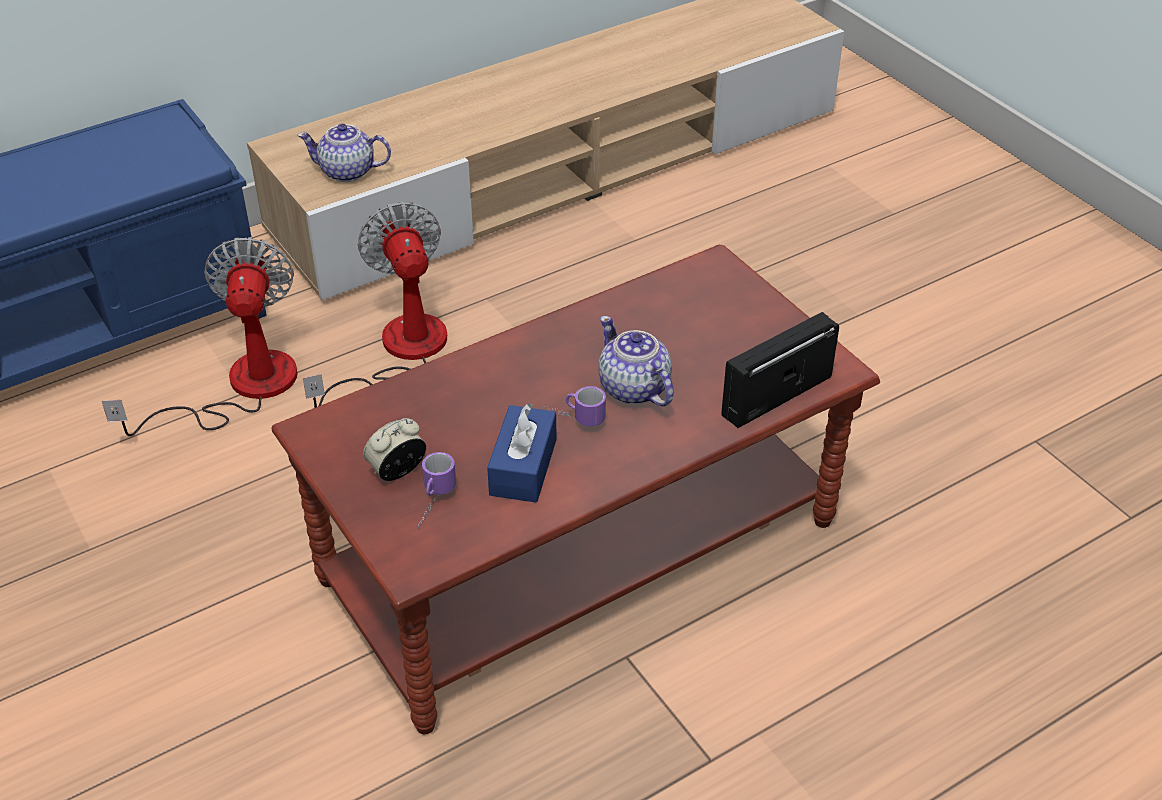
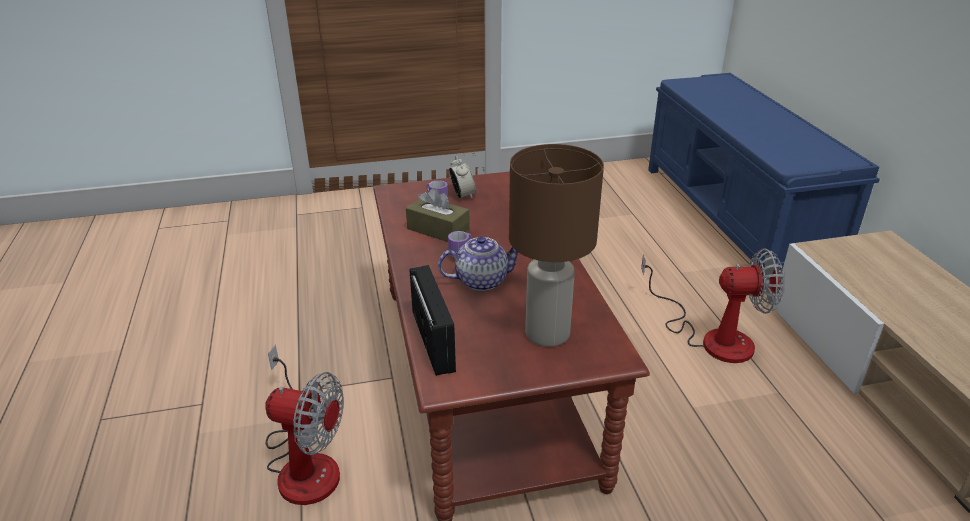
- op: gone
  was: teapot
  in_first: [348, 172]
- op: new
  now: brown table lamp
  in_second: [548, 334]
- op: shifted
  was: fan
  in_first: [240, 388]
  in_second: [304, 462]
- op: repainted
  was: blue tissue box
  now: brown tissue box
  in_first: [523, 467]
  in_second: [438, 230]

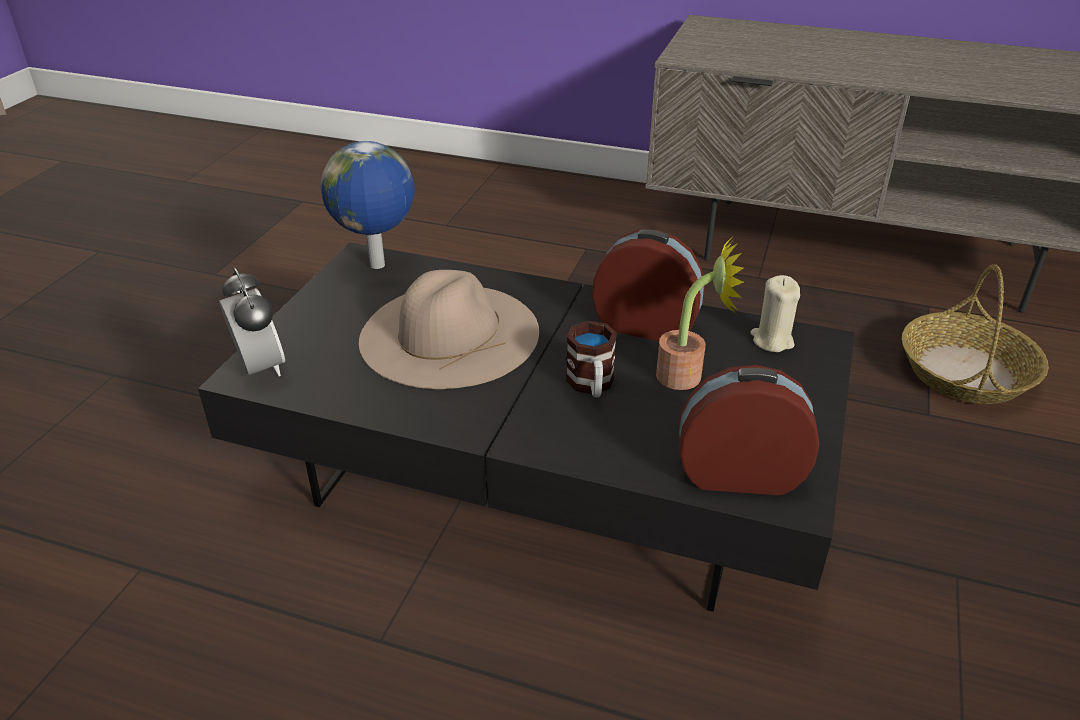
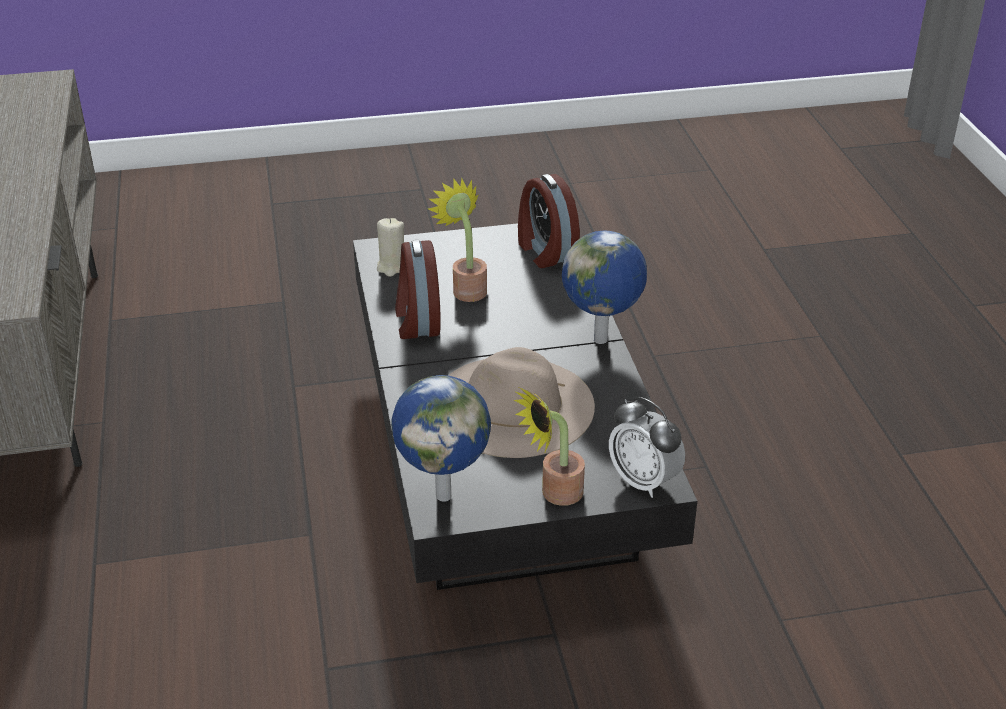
- op: gone
  was: mug
  in_first: [591, 386]
- op: gone
  was: basket
  in_first: [966, 373]
- op: new
  now: potted plant
  in_second: [554, 494]
- op: new
  now: globe
  in_second: [602, 340]
- op: rotated
  was: alarm clock
  in_first: [260, 367]
  in_second: [644, 481]
  clockwise: -75

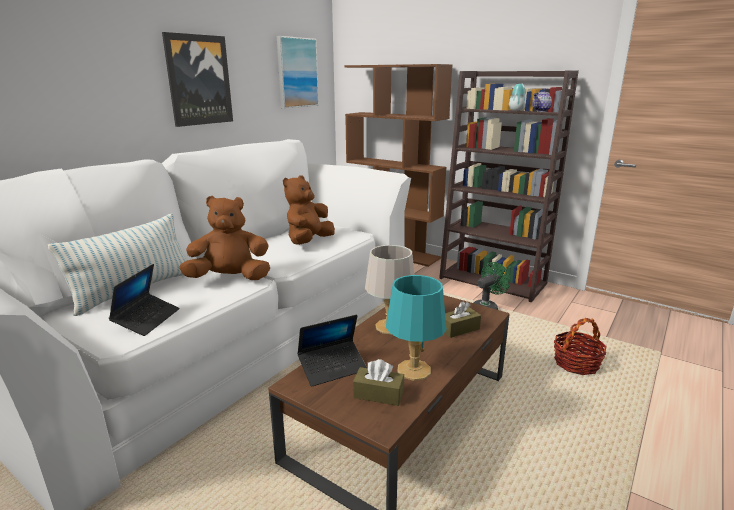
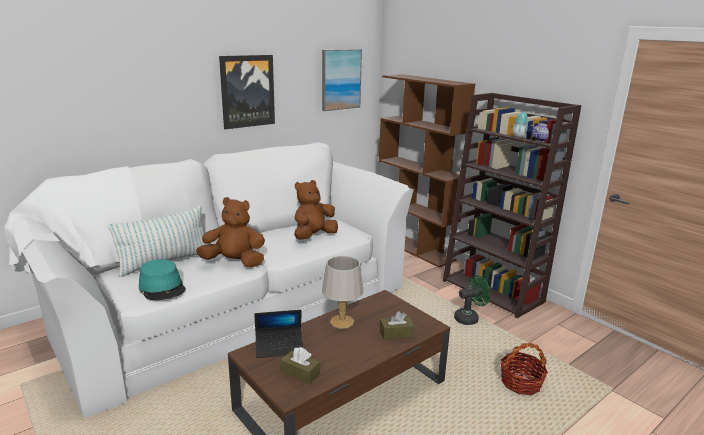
- op: gone
  was: turquoise table lamp
  in_first: [414, 369]
- op: swapped
  was: laptop
  now: turquoise hat
  in_first: [147, 319]
  in_second: [162, 288]

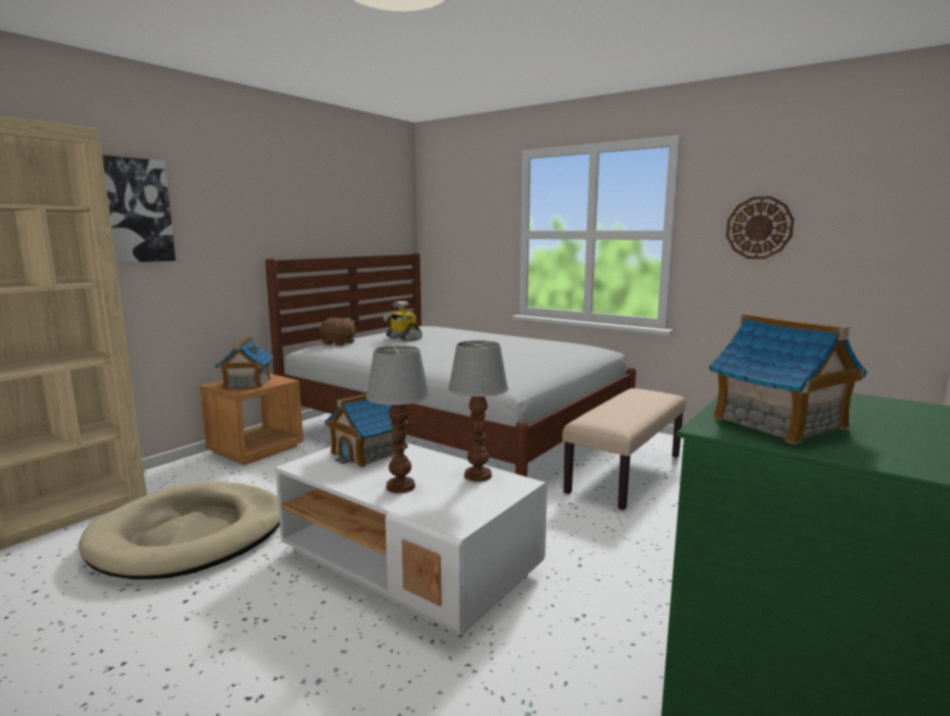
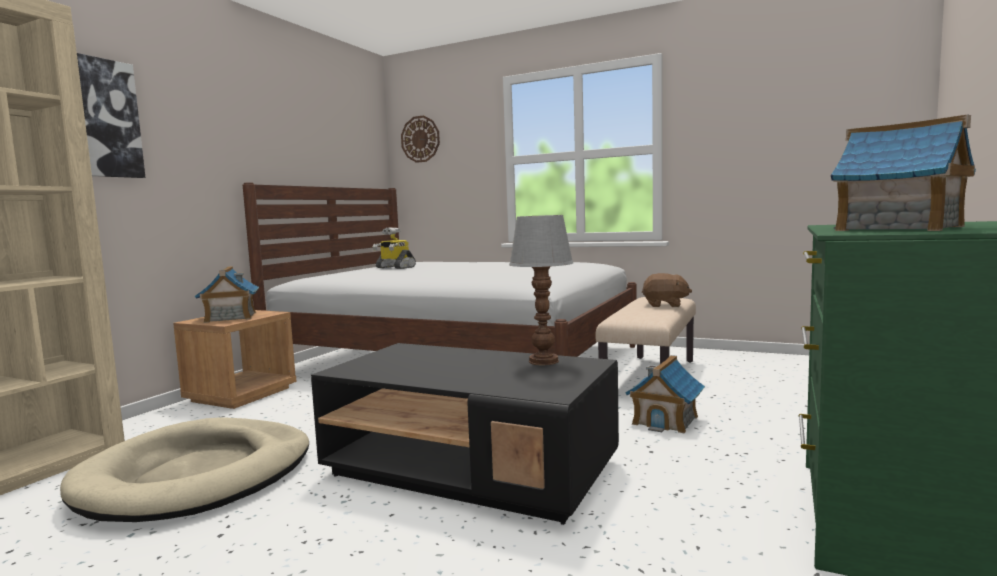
- op: gone
  was: table lamp
  in_first: [401, 487]
- op: shifted
  was: brown plush toy
  in_first: [338, 343]
  in_second: [665, 305]
- op: shifted
  was: toy house
  in_first: [367, 453]
  in_second: [665, 420]
- op: shifted
  was: wall clock
  in_first: [759, 228]
  in_second: [420, 139]
- op: repainted
  was: white coffee table
  now: black coffee table
  in_first: [409, 562]
  in_second: [471, 469]

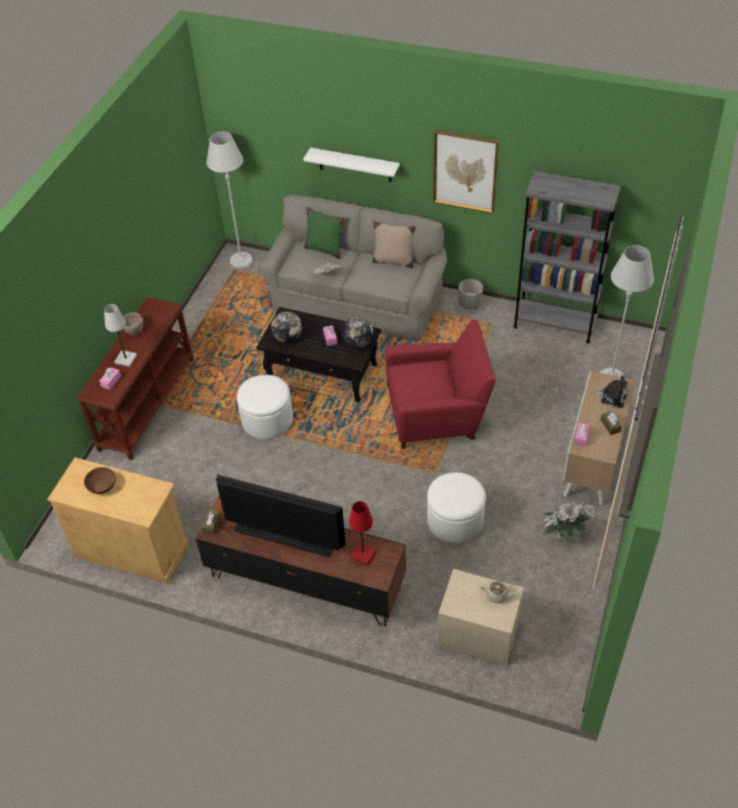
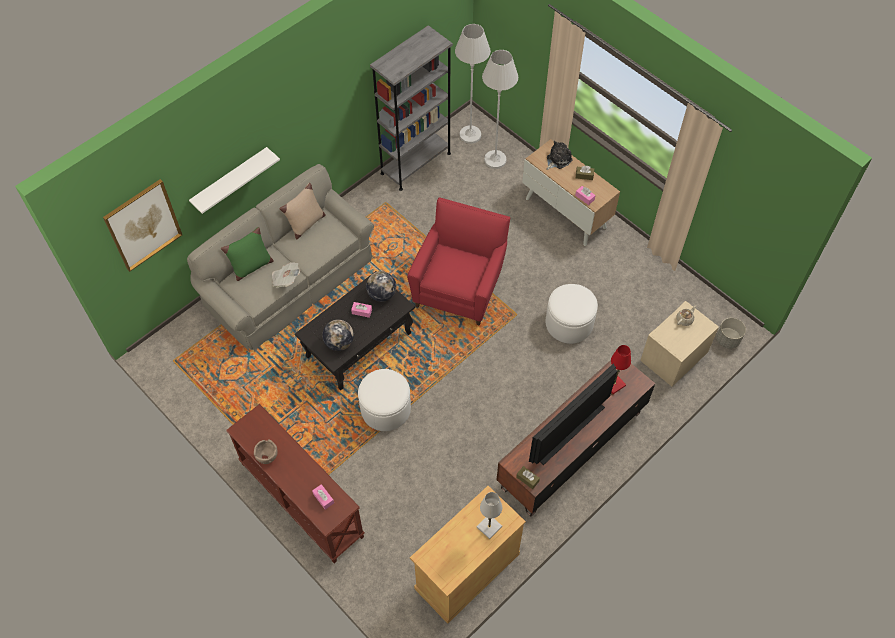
- op: gone
  was: brown bowl
  in_first: [102, 486]
- op: gone
  was: potted plant
  in_first: [564, 536]
- op: shifted
  was: white table lamp
  in_first: [126, 359]
  in_second: [489, 527]
- op: shifted
  was: white floor lamp
  in_first: [241, 261]
  in_second: [470, 135]
- op: shifted
  was: picture
  in_first: [465, 171]
  in_second: [143, 225]
- op: shifted
  was: grey planter
  in_first: [470, 303]
  in_second: [727, 339]

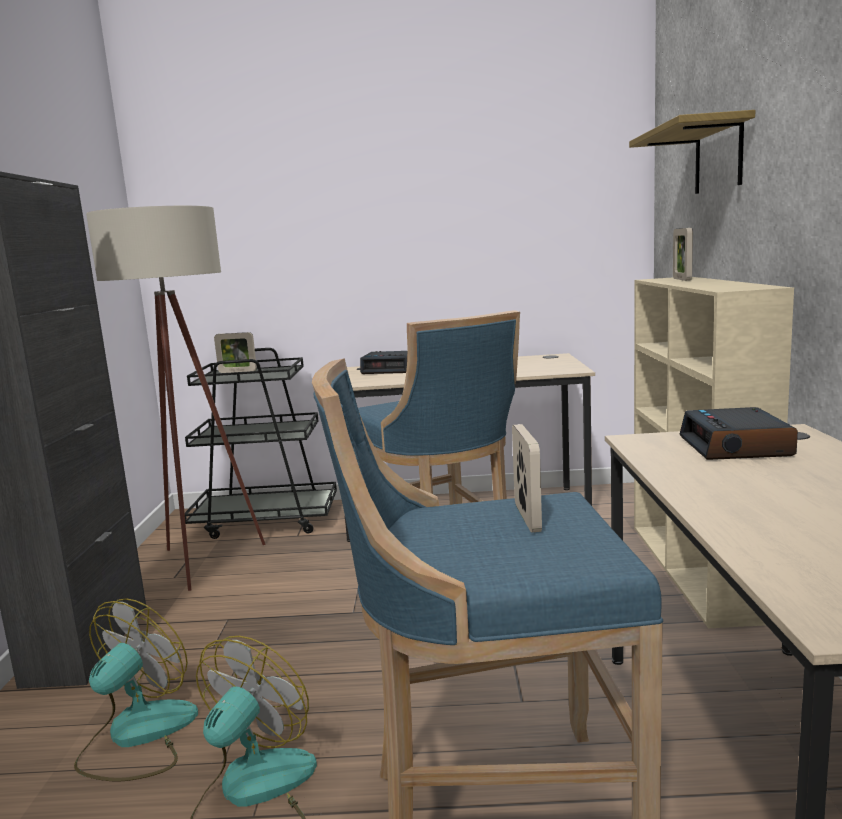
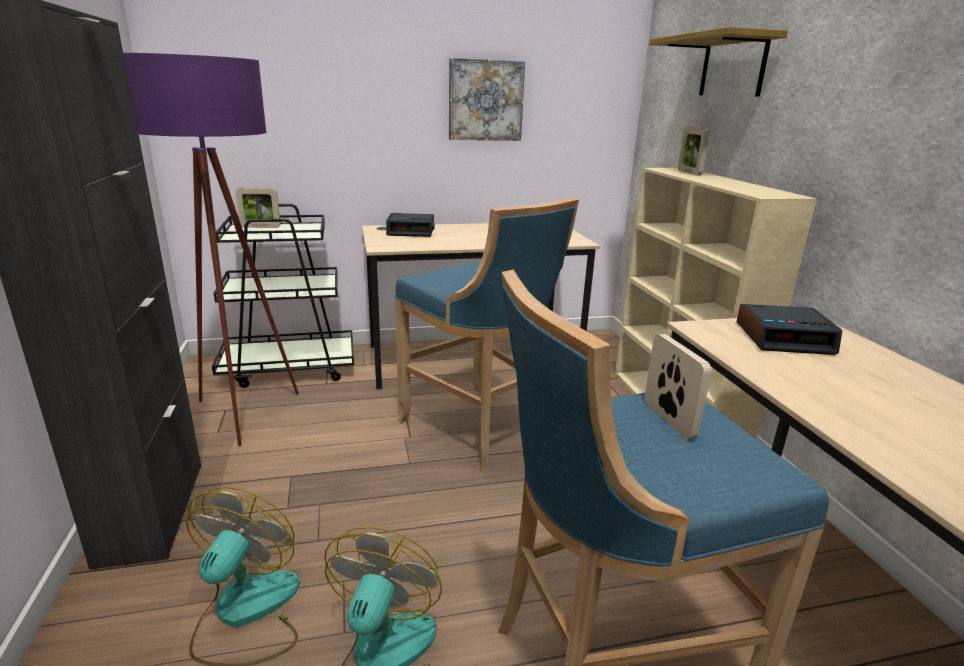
- op: new
  now: picture
  in_second: [485, 100]
- op: repainted
  was: beige floor lamp
  now: purple floor lamp
  in_first: [203, 567]
  in_second: [244, 419]
- op: rotated
  was: alarm clock
  in_first: [736, 446]
  in_second: [784, 338]
  clockwise: -75

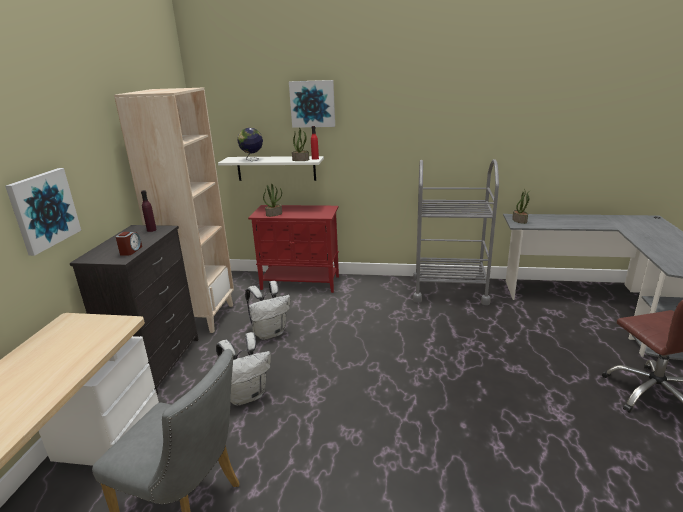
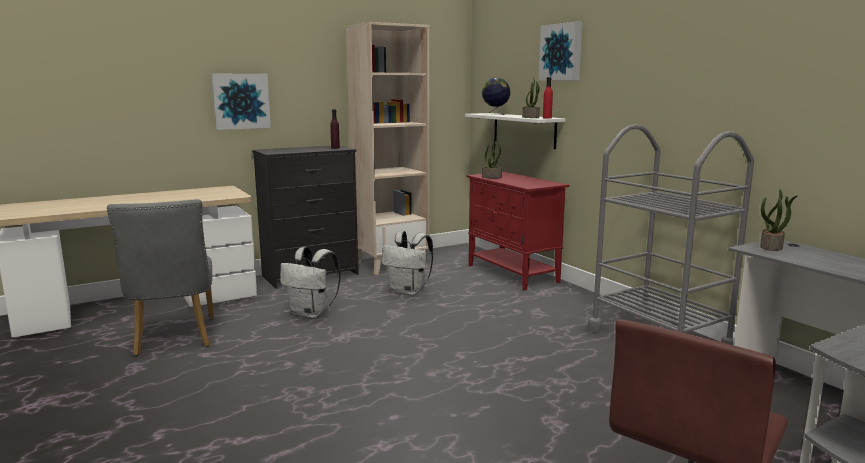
- op: gone
  was: alarm clock
  in_first: [131, 251]

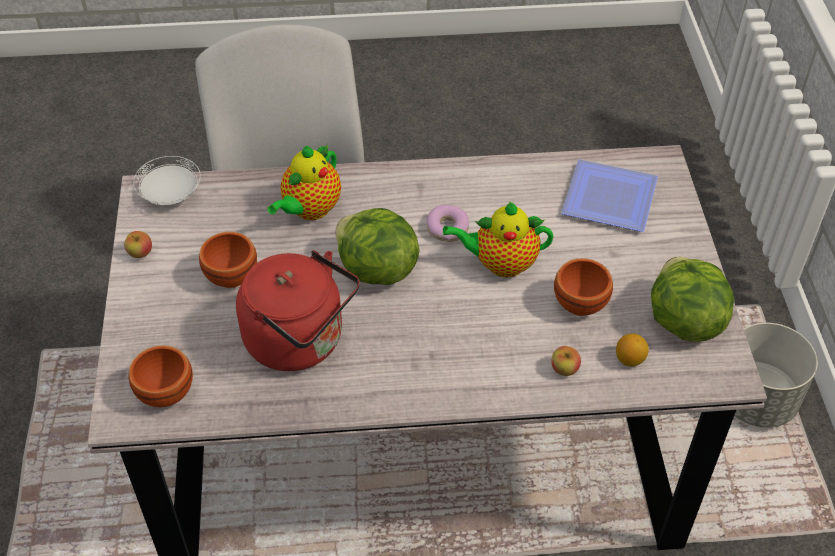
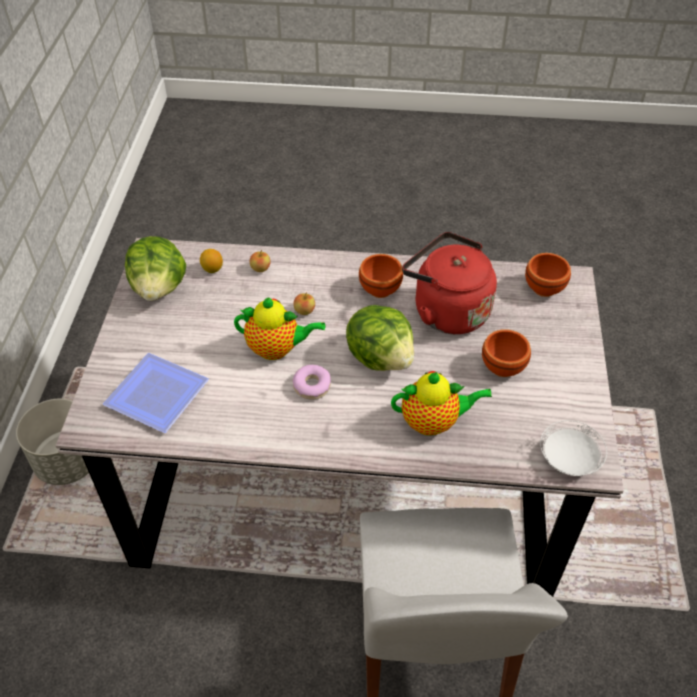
- op: shifted
  was: apple
  in_first: [140, 253]
  in_second: [304, 311]
- op: shifted
  was: brown bowl
  in_first: [580, 303]
  in_second: [380, 291]
- op: rotated
  was: teapot
  in_first: [309, 210]
  in_second: [433, 422]
  clockwise: 45

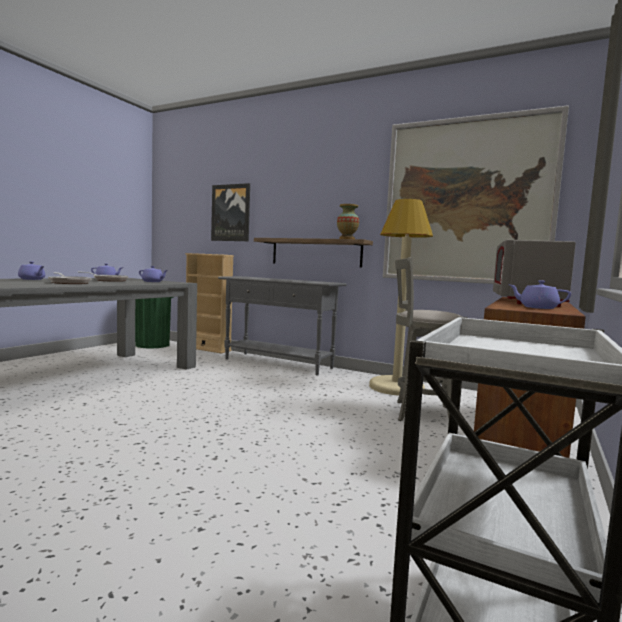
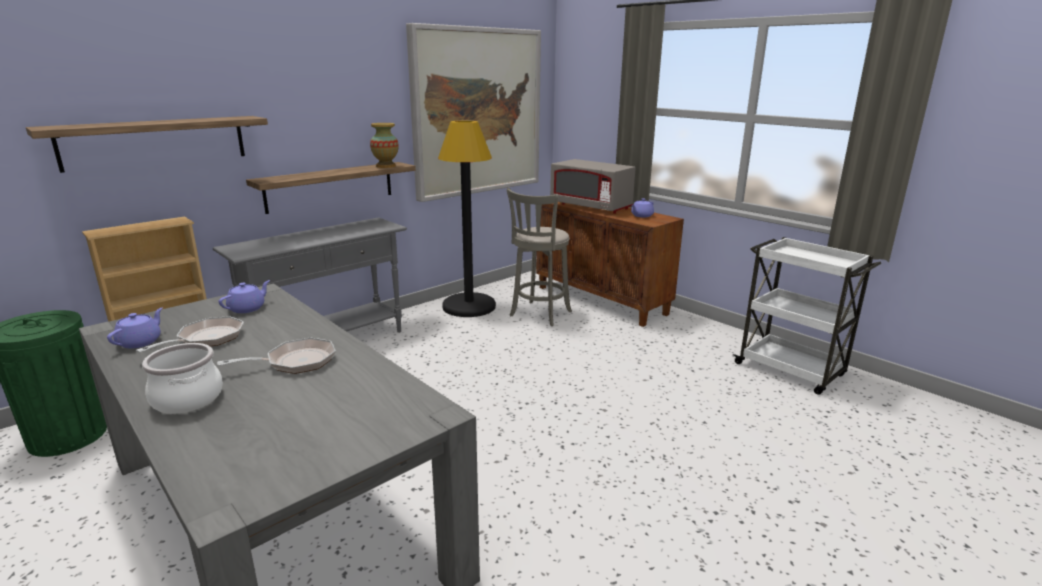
- op: swapped
  was: purple teapot
  now: cooking pot
  in_first: [32, 279]
  in_second: [186, 399]
- op: swapped
  was: picture
  now: shelf
  in_first: [231, 213]
  in_second: [155, 142]
- op: repainted
  was: beige floor lamp
  now: black floor lamp
  in_first: [396, 387]
  in_second: [469, 306]

